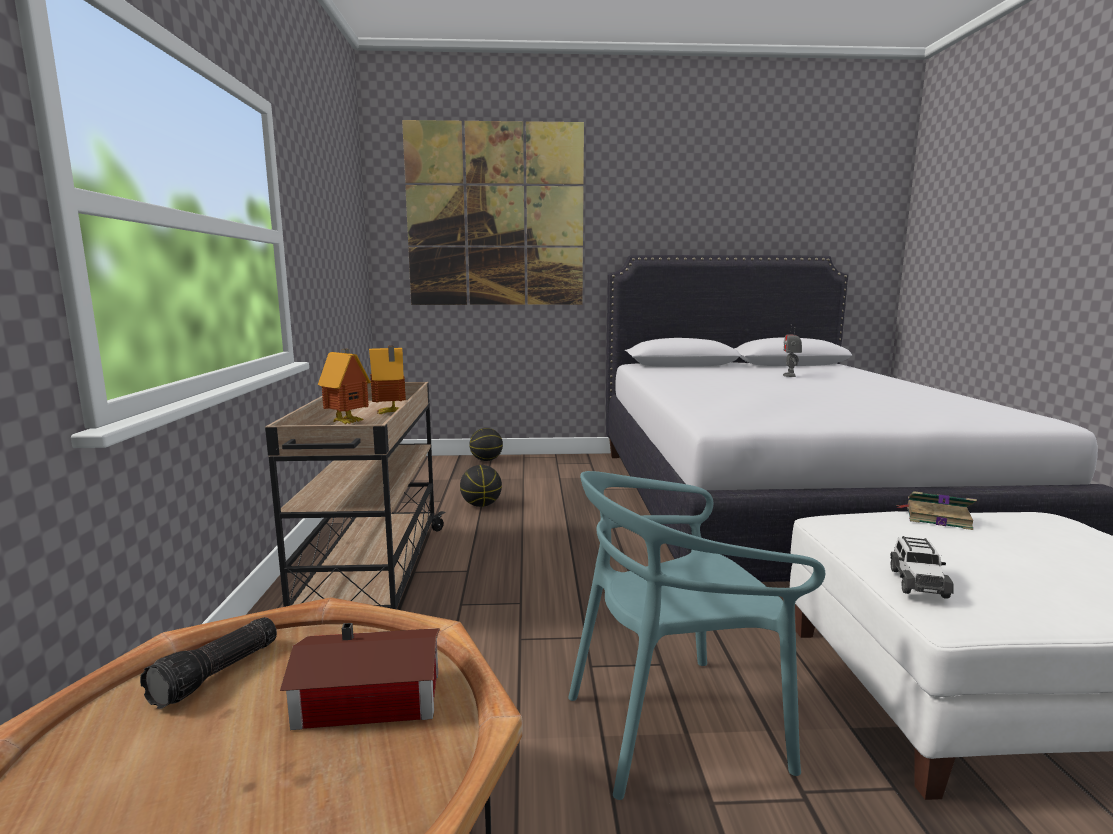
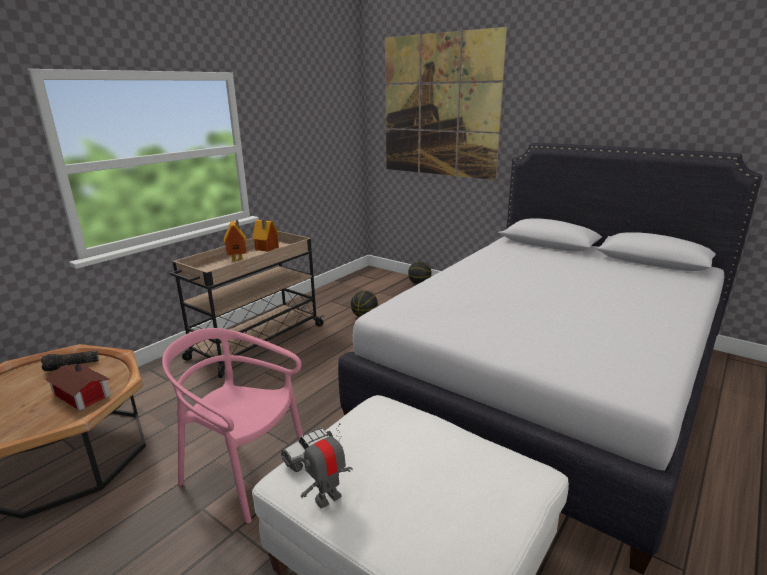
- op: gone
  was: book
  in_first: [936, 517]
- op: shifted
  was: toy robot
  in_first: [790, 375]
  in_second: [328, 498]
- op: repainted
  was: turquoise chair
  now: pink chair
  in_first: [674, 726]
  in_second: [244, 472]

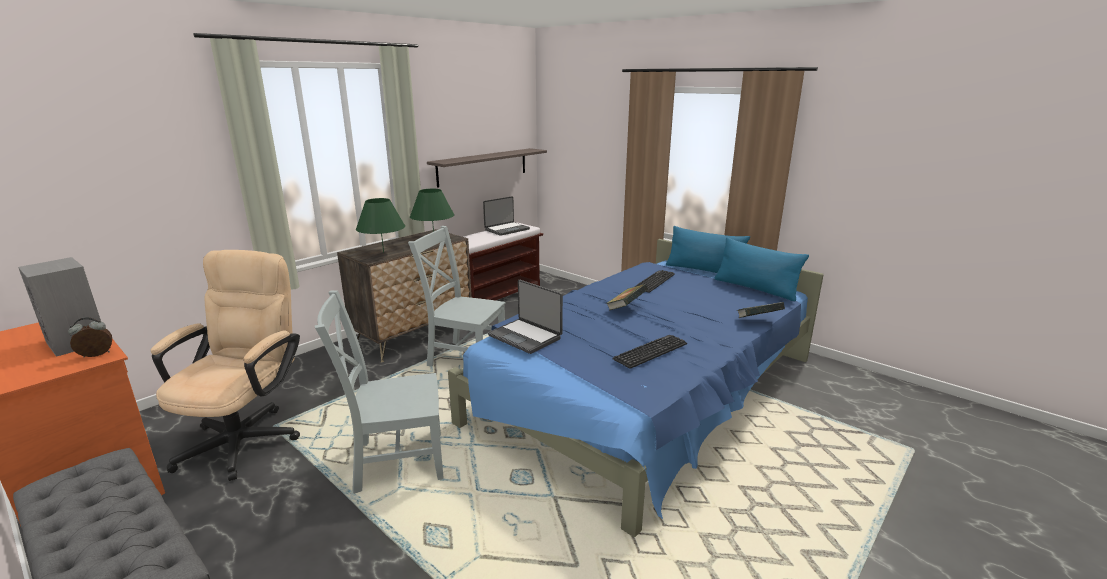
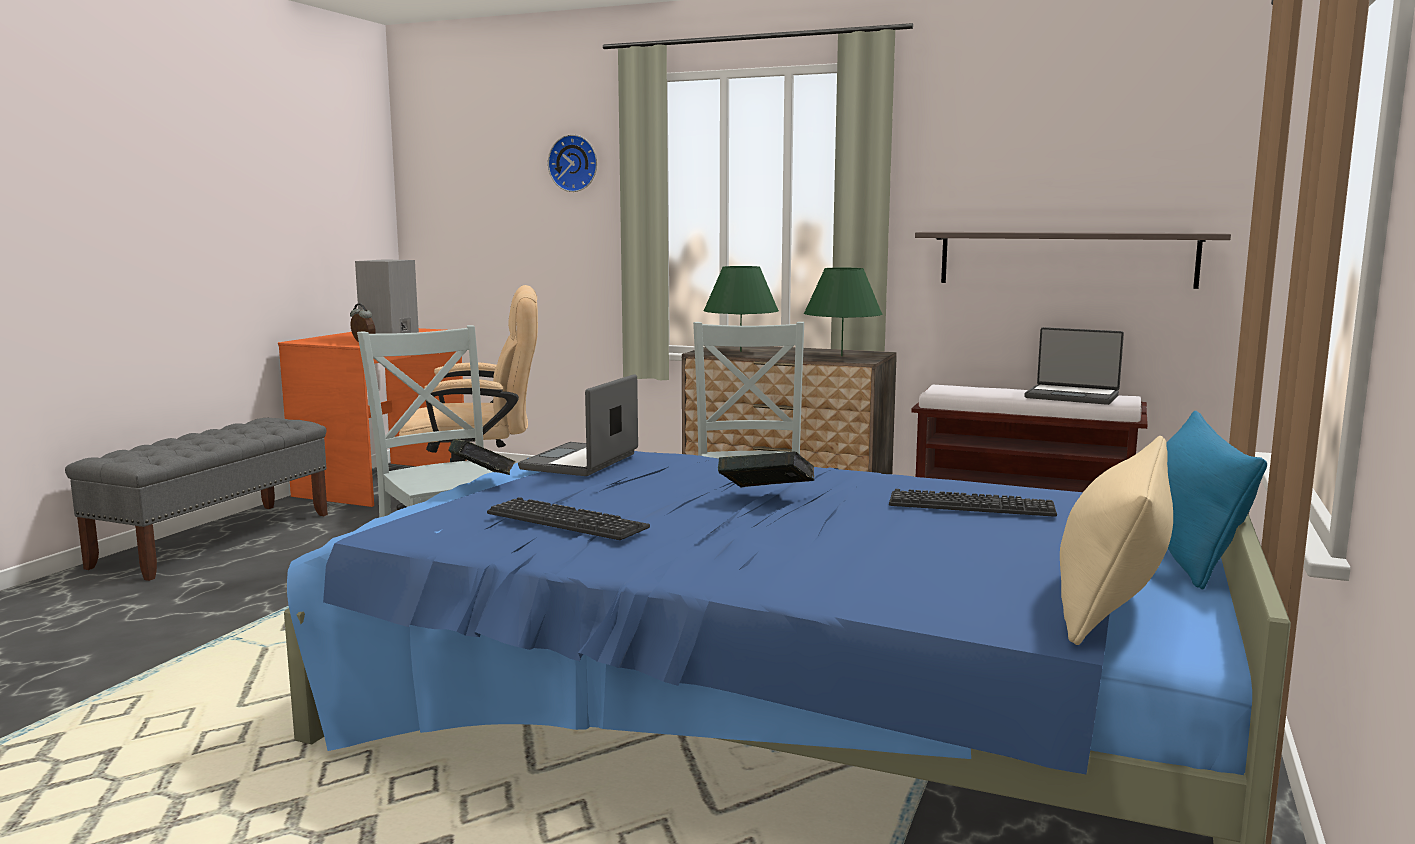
- op: new
  now: wall clock
  in_second: [574, 163]
- op: shifted
  was: book
  in_first: [758, 321]
  in_second: [482, 481]
- op: repainted
  was: blue pillow
  now: beige pillow
  in_first: [755, 288]
  in_second: [1111, 598]

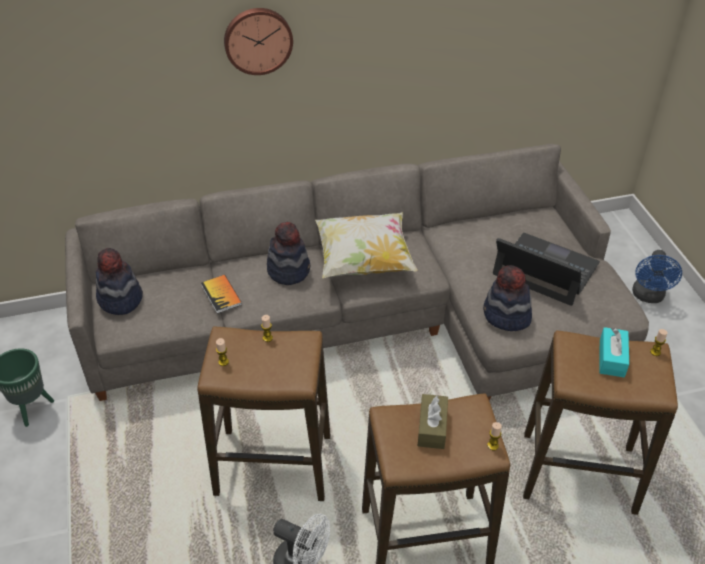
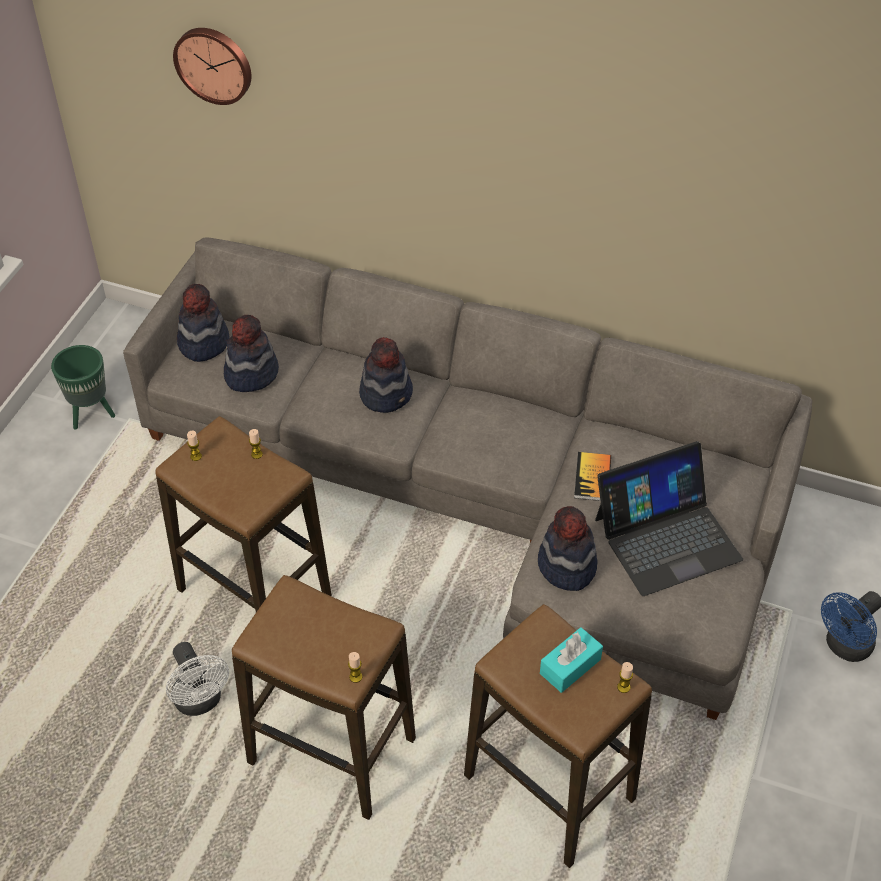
- op: gone
  was: pillow
  in_first: [364, 261]
- op: gone
  was: brown tissue box
  in_first: [432, 427]
- op: new
  now: hat
  in_second: [251, 373]
- op: shifted
  was: book
  in_first: [221, 295]
  in_second: [592, 478]
- op: shifted
  was: wall clock
  in_first: [258, 40]
  in_second: [214, 64]
- op: rotated
  was: laptop
  in_first: [545, 269]
  in_second: [666, 538]
  clockwise: 90

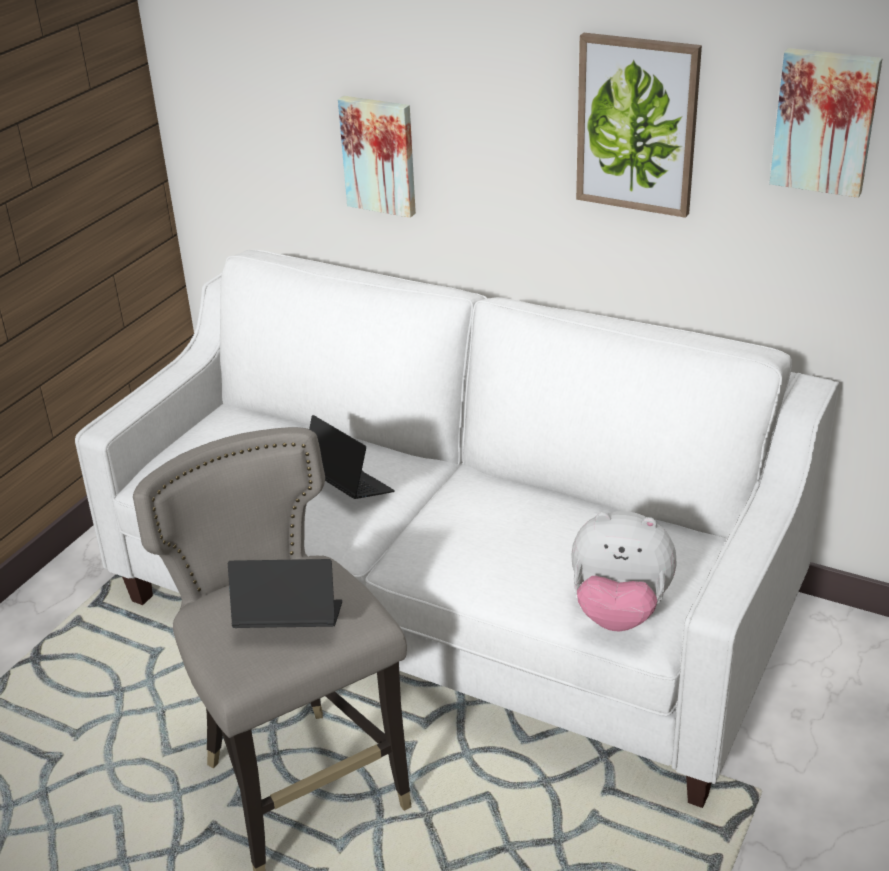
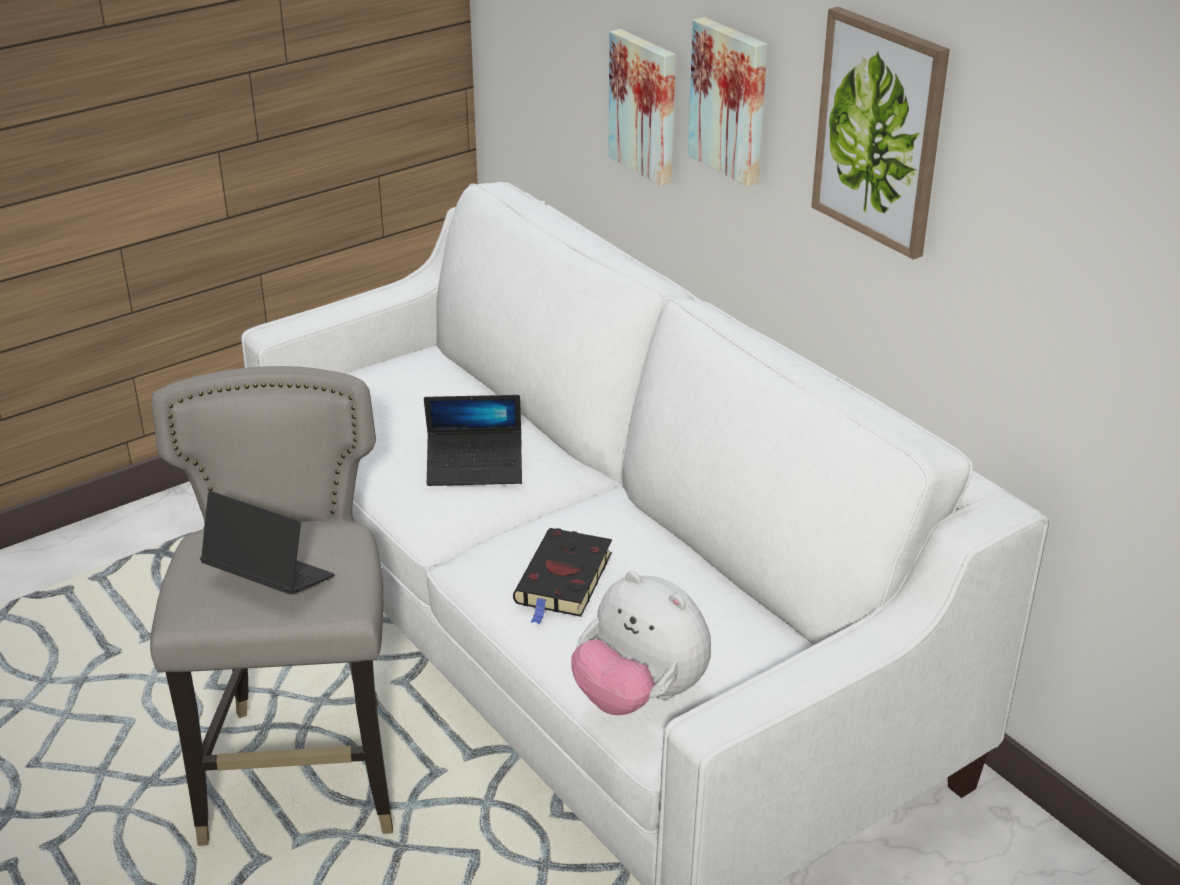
- op: new
  now: black book
  in_second: [563, 581]
- op: shifted
  was: picture
  in_first: [825, 121]
  in_second: [731, 100]
- op: rotated
  was: laptop
  in_first: [348, 486]
  in_second: [475, 467]
  clockwise: 105

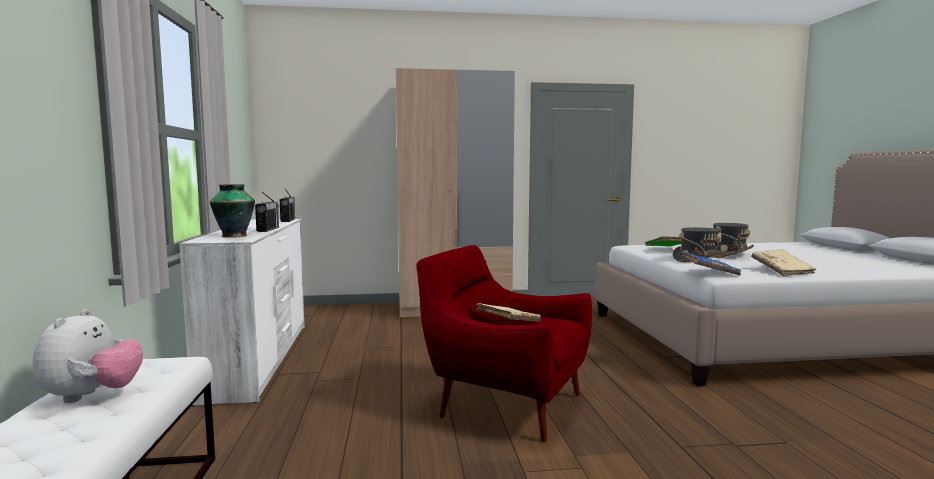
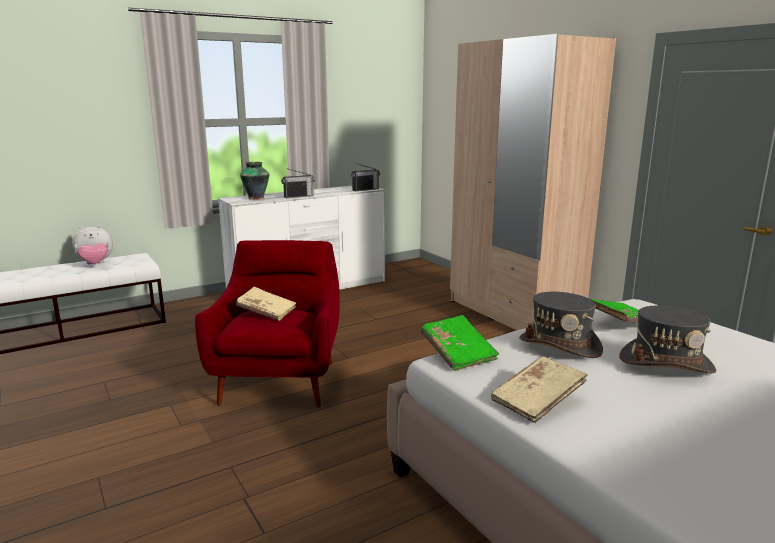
- op: repainted
  was: blue book
  now: green book
  in_first: [709, 272]
  in_second: [458, 353]

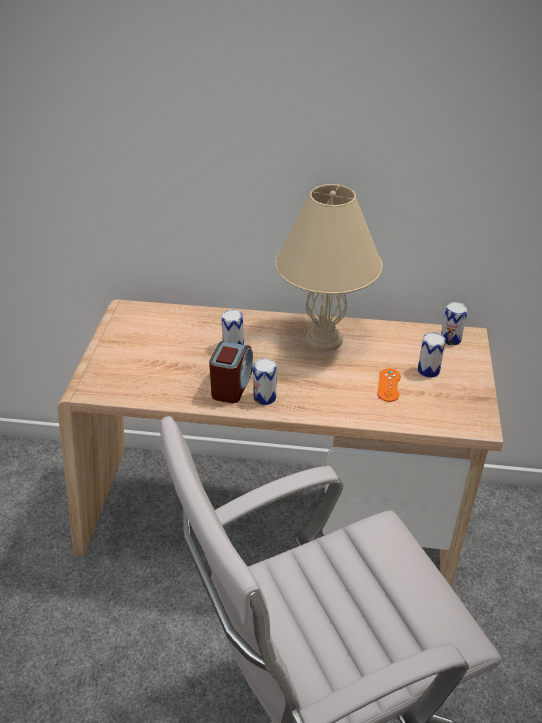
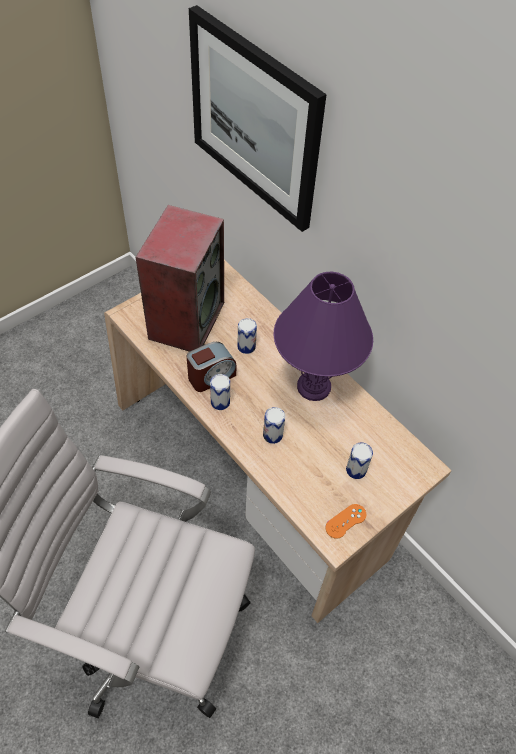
- op: new
  now: speaker
  in_second: [186, 319]
- op: new
  now: picture
  in_second: [255, 120]
- op: shifted
  was: orange game controller
  in_first: [389, 385]
  in_second: [346, 521]
- op: shifted
  was: can
  in_first: [450, 339]
  in_second: [272, 435]
- op: repainted
  was: beige table lamp
  now: purple table lamp
  in_first: [324, 339]
  in_second: [314, 386]

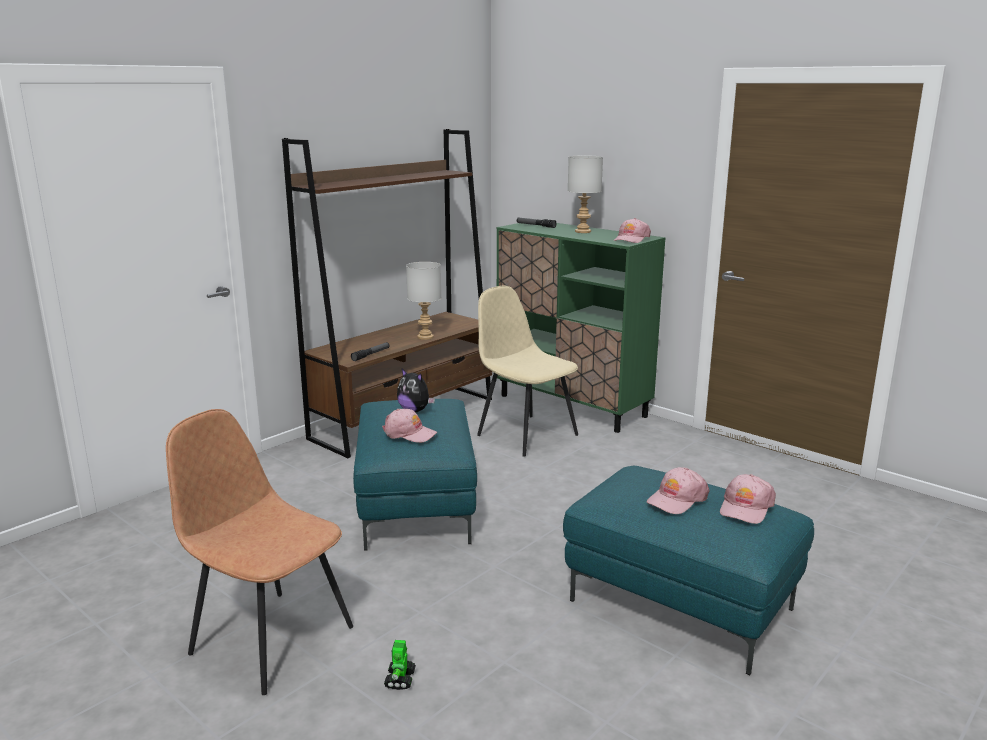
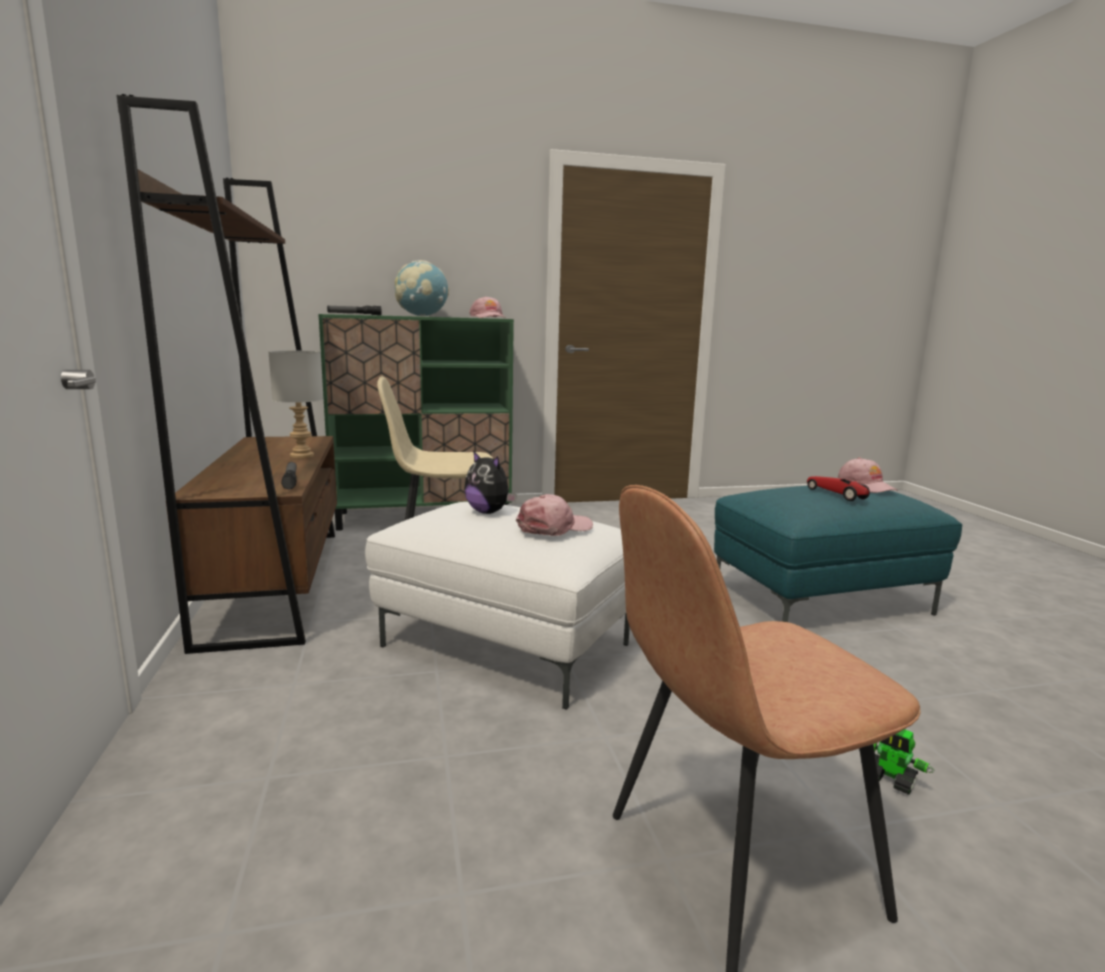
- op: swapped
  was: grey table lamp
  now: globe
  in_first: [583, 231]
  in_second: [422, 316]
- op: swapped
  was: pink cap
  now: toy car
  in_first: [677, 499]
  in_second: [836, 494]
- op: repainted
  was: turquoise ottoman
  now: white ottoman
  in_first: [414, 507]
  in_second: [504, 646]
- op: rotated
  was: plush toy
  in_first: [415, 410]
  in_second: [489, 512]
  clockwise: 60

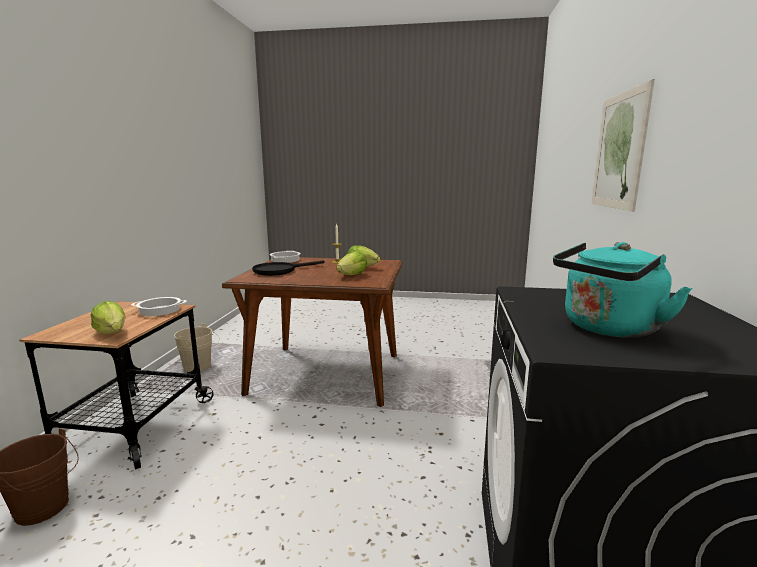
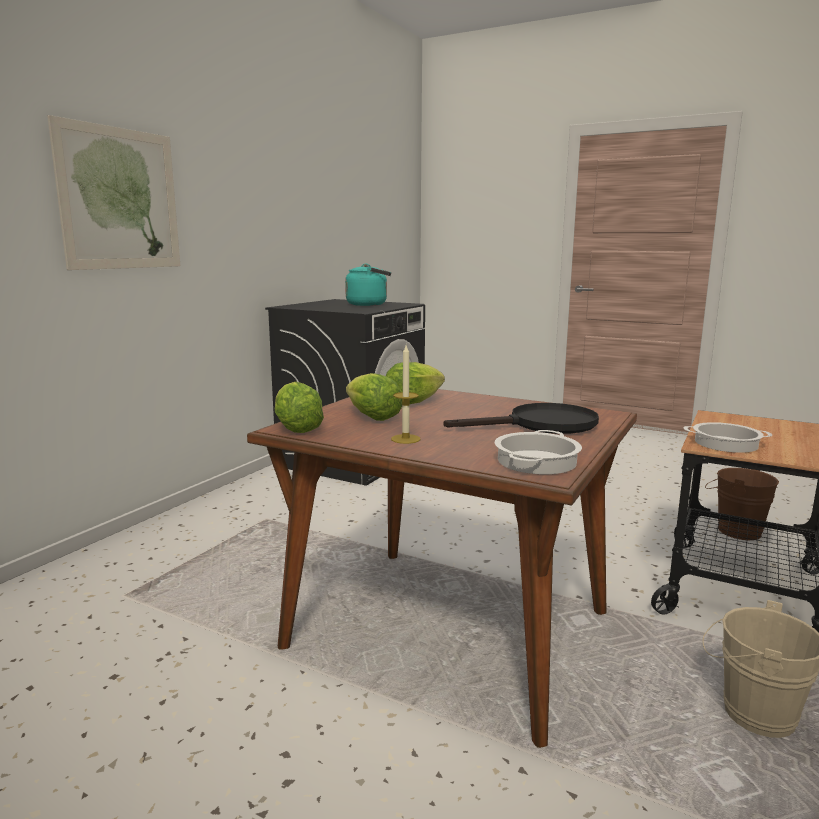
- op: shifted
  was: lettuce
  in_first: [112, 333]
  in_second: [296, 428]

